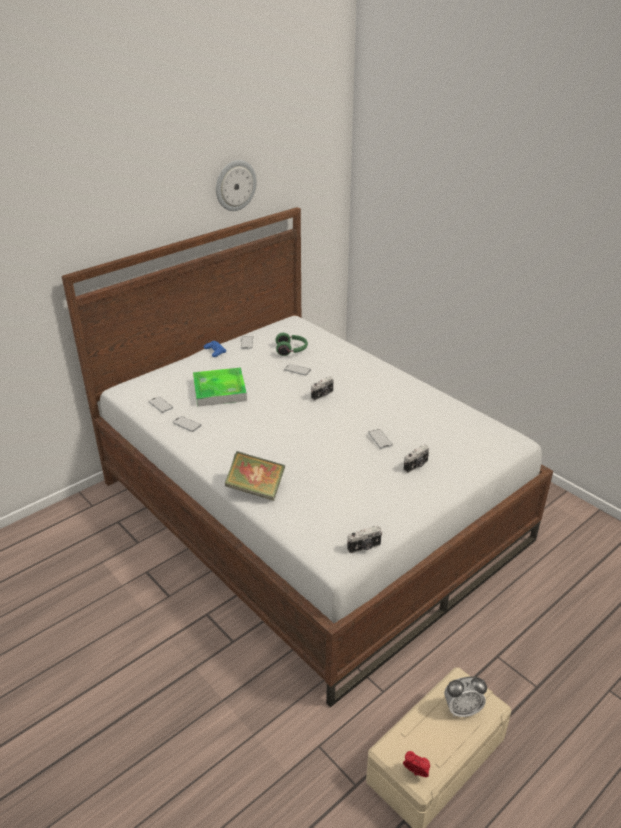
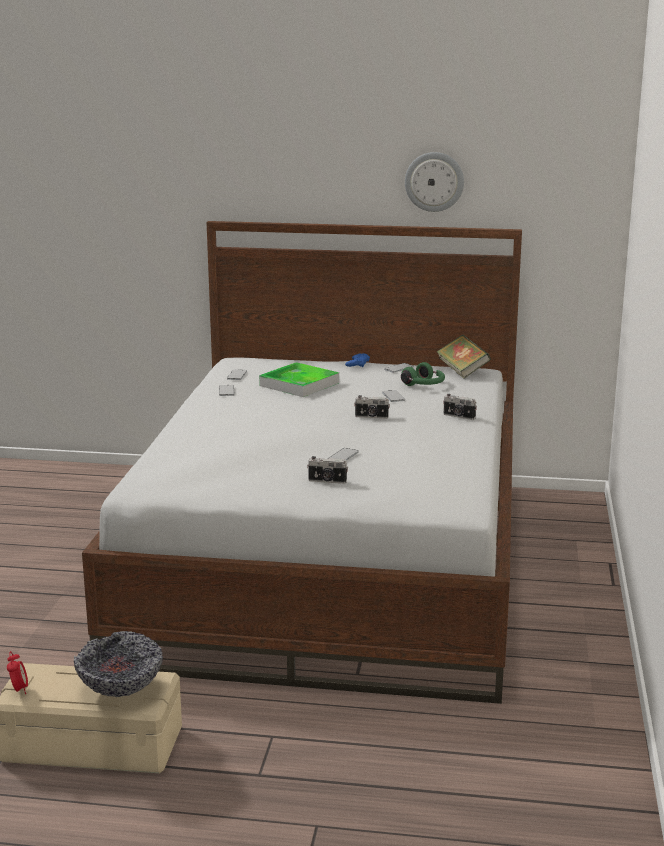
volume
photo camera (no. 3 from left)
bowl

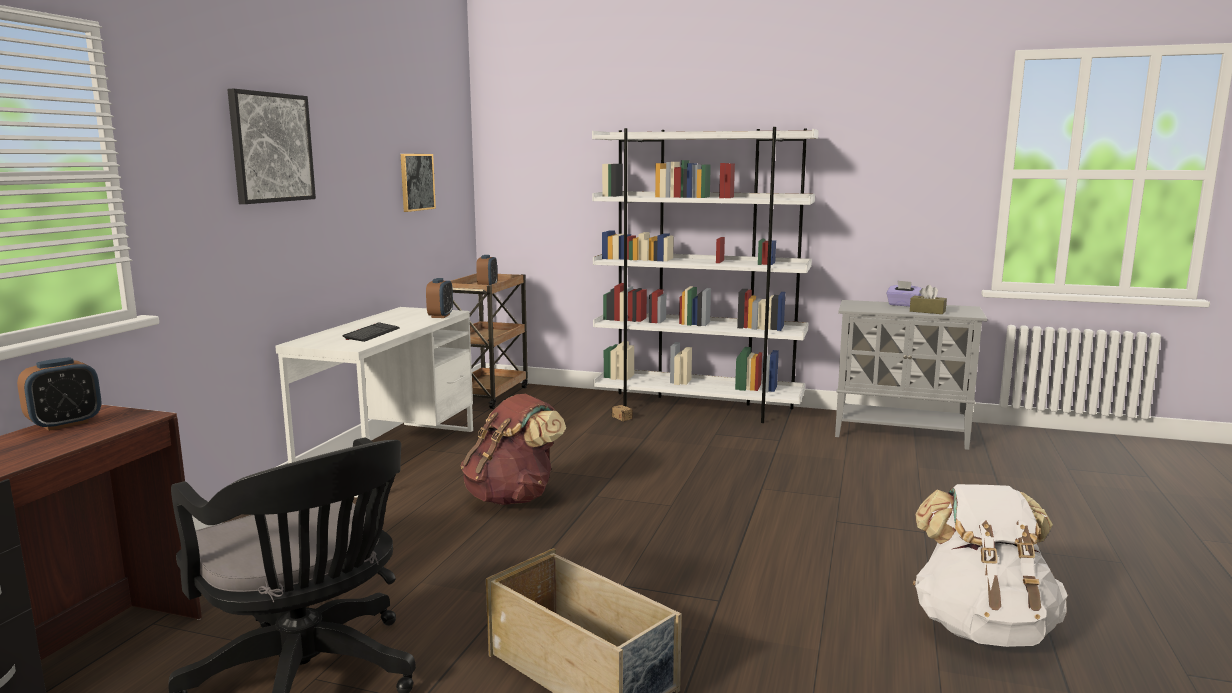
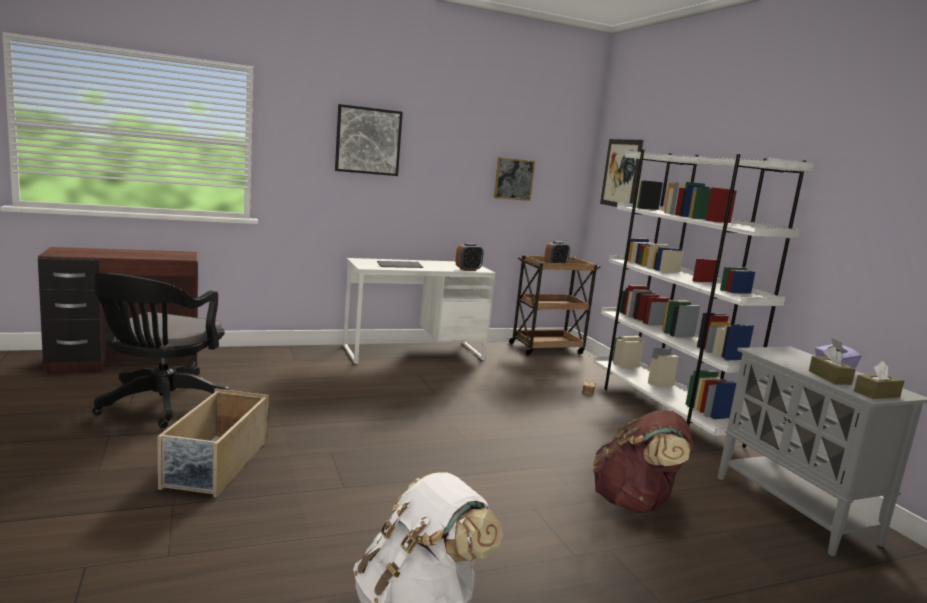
table clock (no. 1 from left in the first image)
brown-coloured backpack
wall picture (no. 3 from left)
brown-coloured tissue box (no. 2 from left)

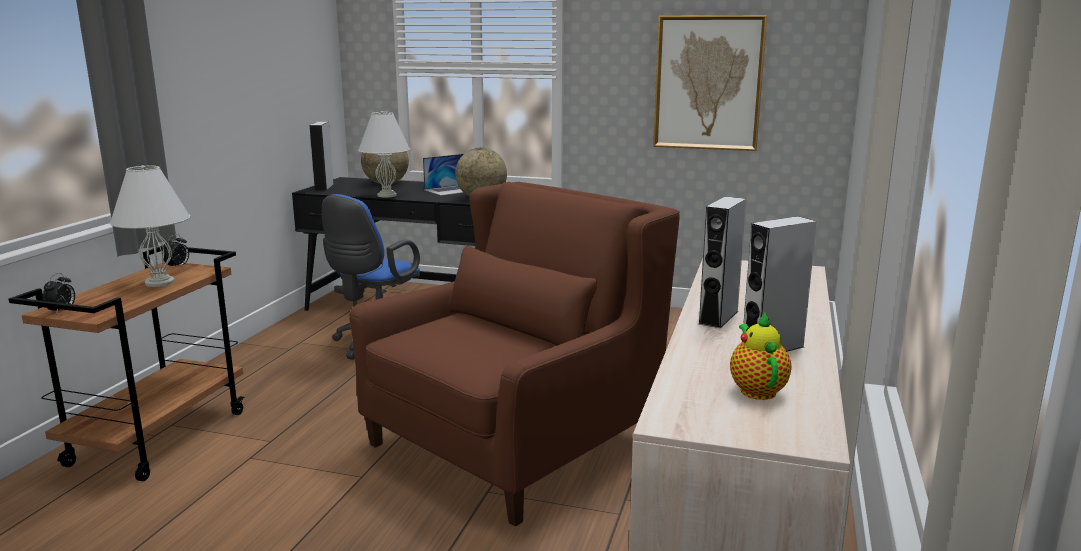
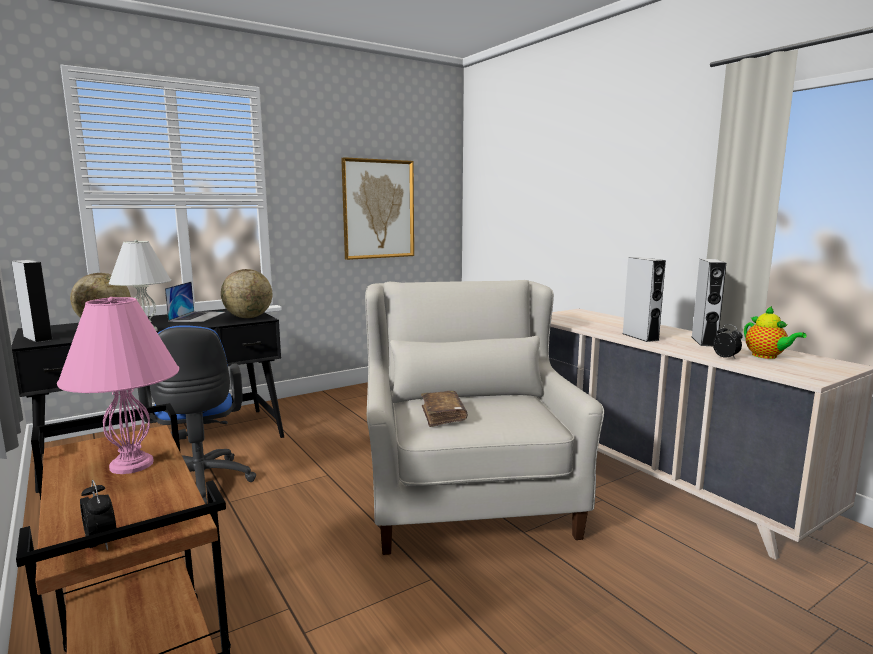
pink-coloured table lamp
white easy chair
table clock (no. 2 from left)
pot for tea
brown-coloured volume

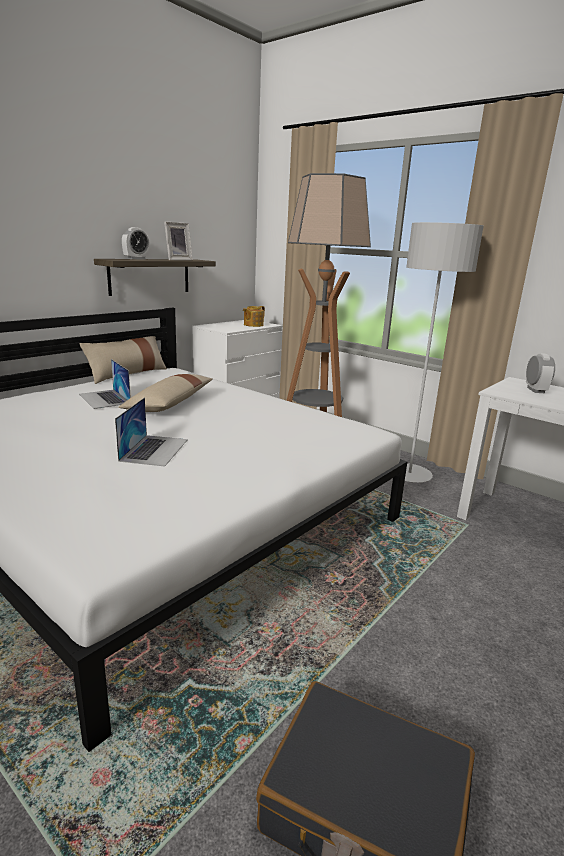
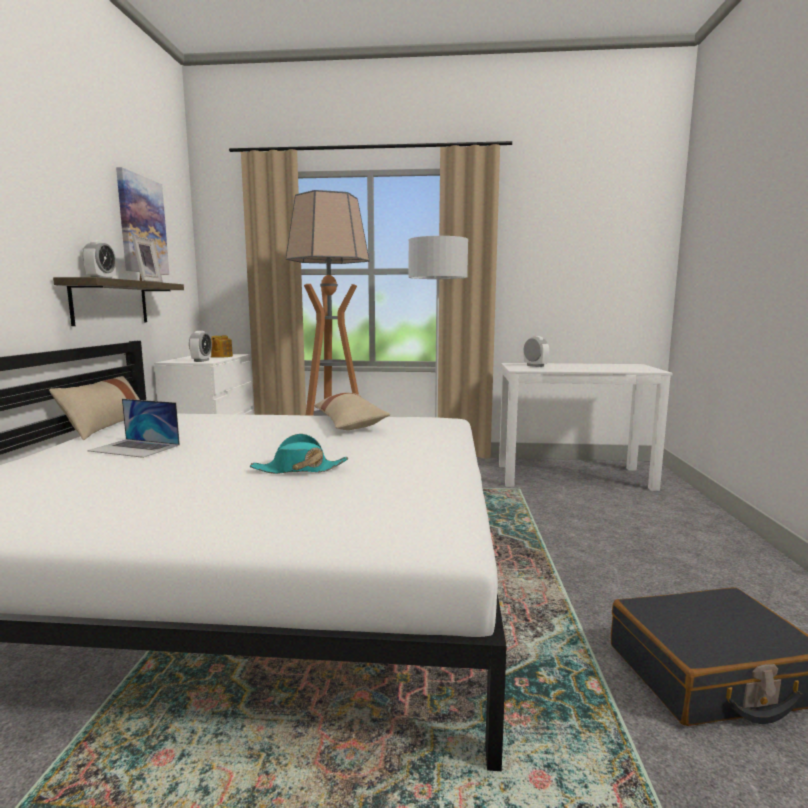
beige-coloured throw pillow (no. 2 from left)
turquoise-coloured hat
wall picture
table clock (no. 2 from left)

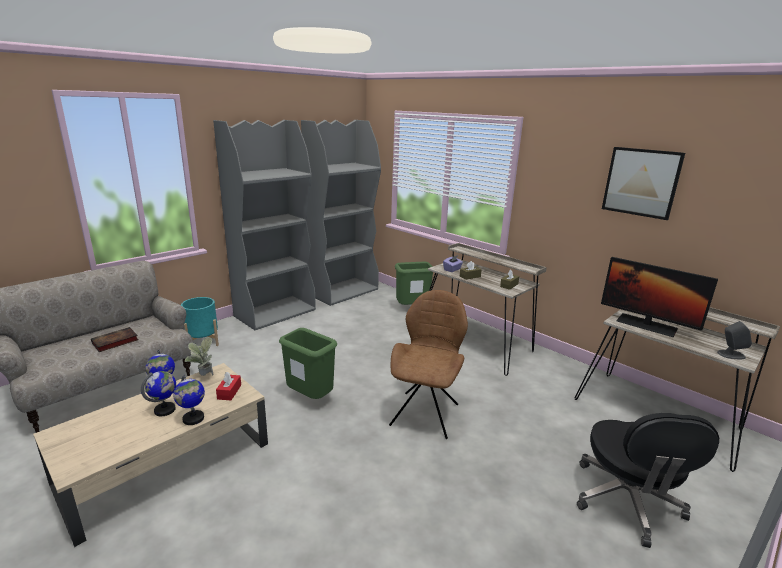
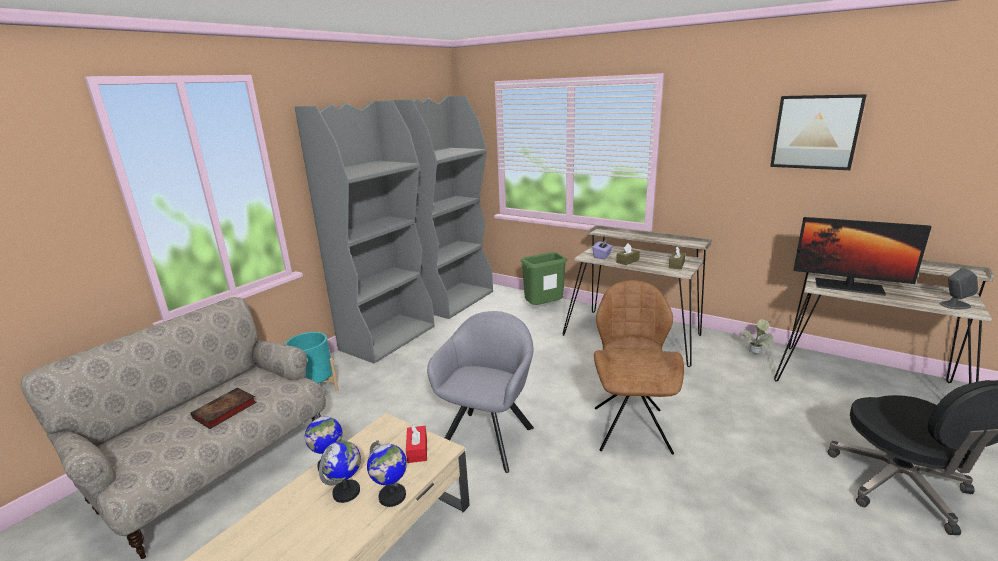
greyish easy chair
houseplant

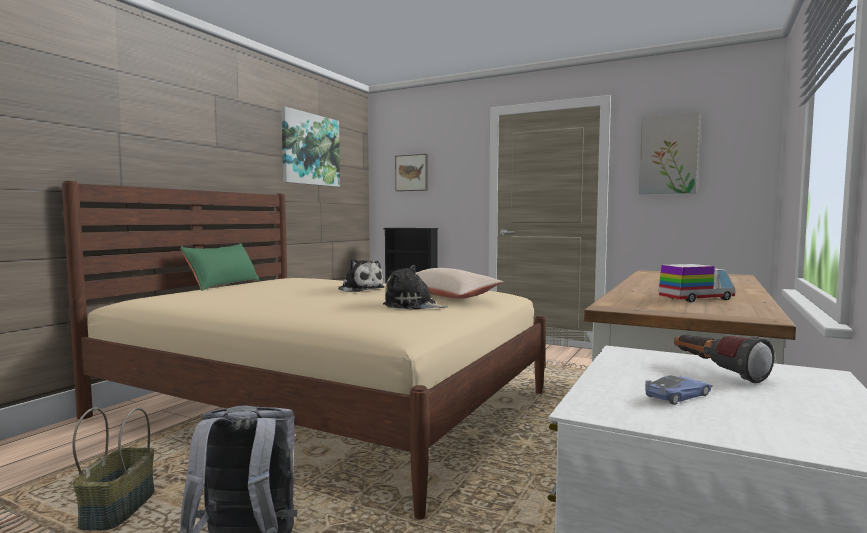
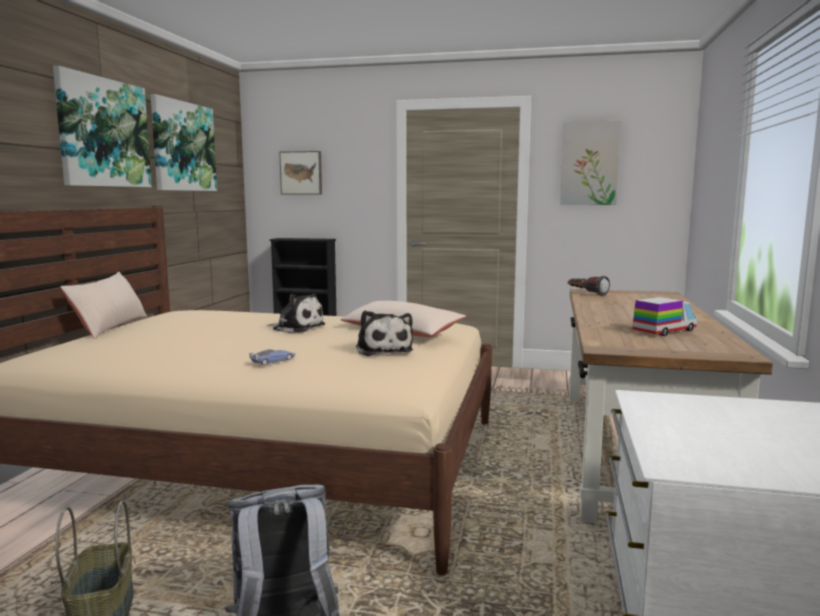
beige-coloured throw pillow (no. 1 from left)
soft toy (no. 2 from left)
hand torch
miniature car
wall picture (no. 1 from left)

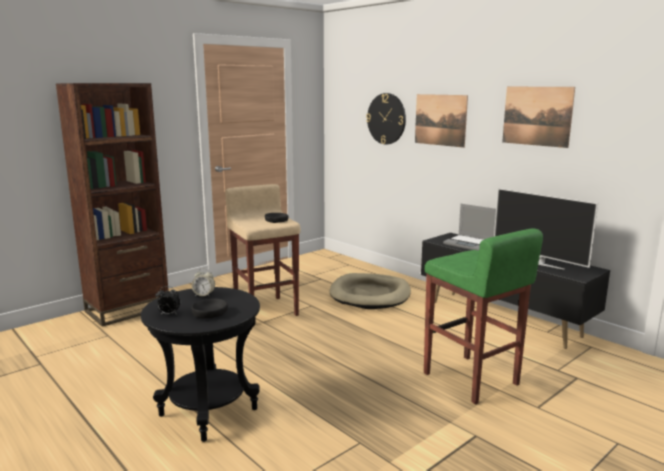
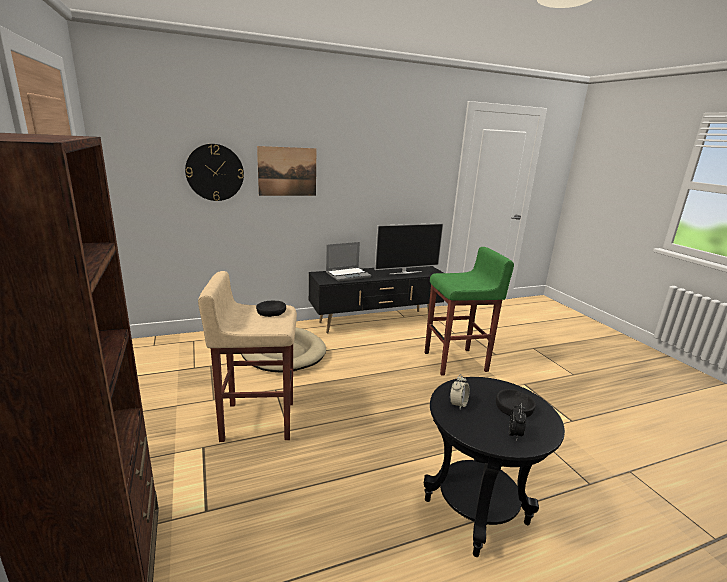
wall picture (no. 2 from left in the first image)

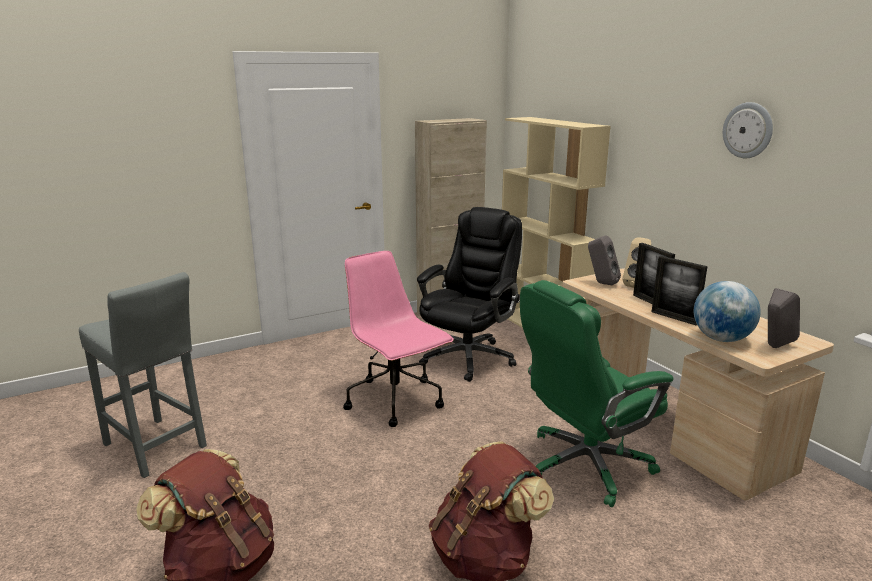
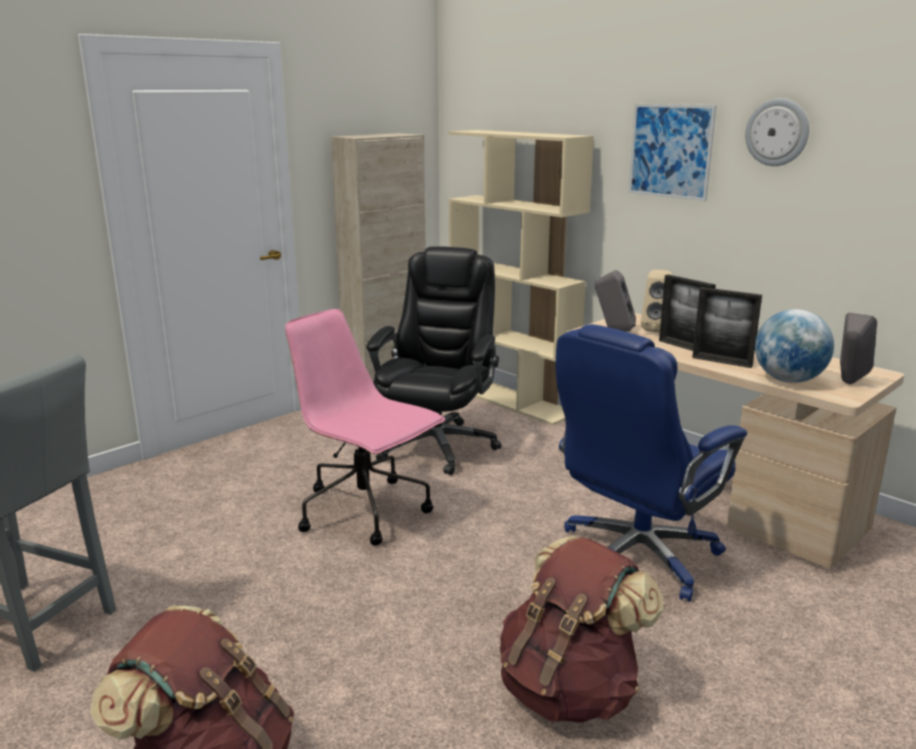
bluish desk chair
wall picture

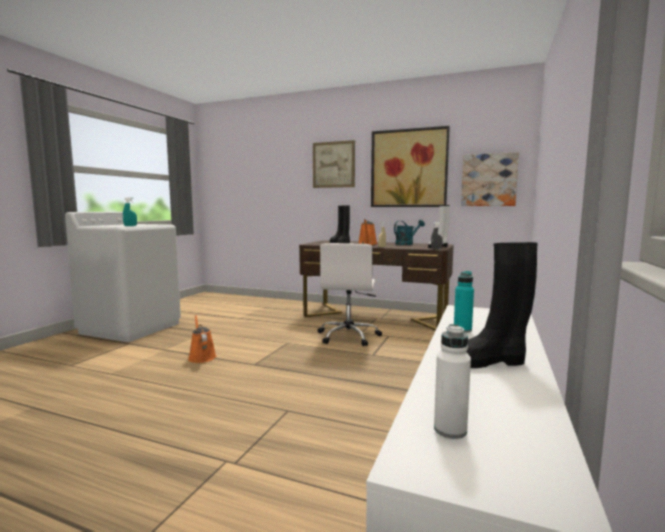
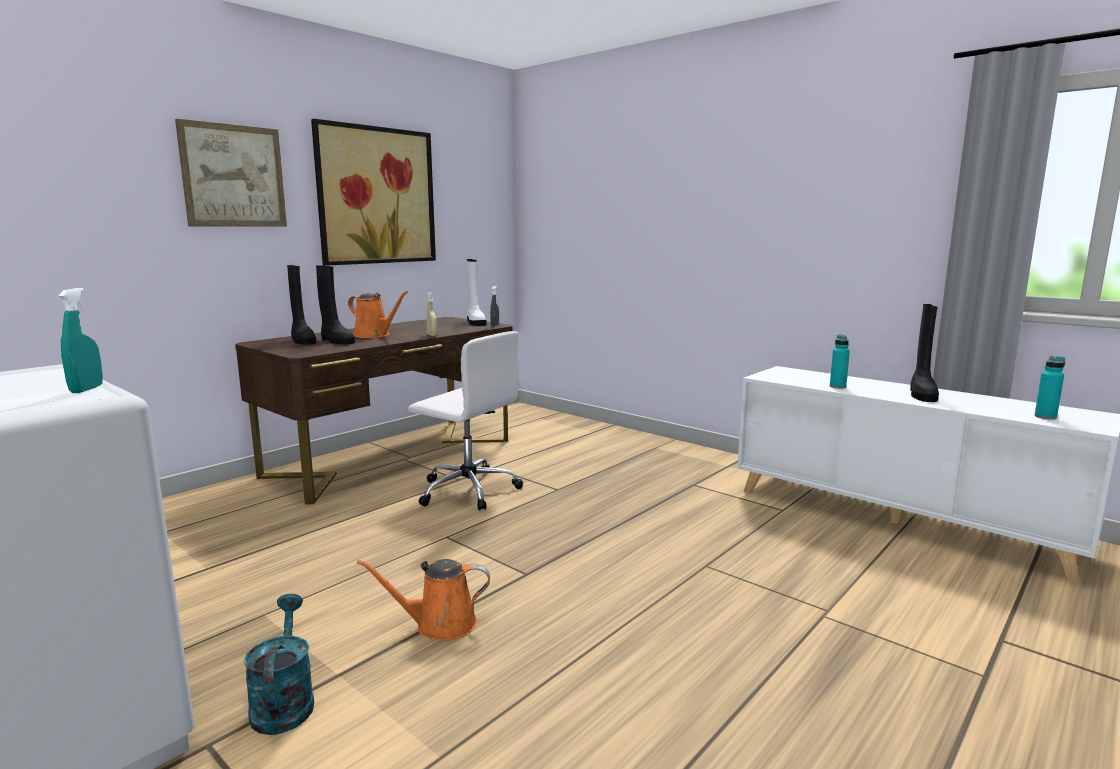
wall picture (no. 3 from left in the first image)
turquoise-coloured sprinkling can
turquoise-coloured beverage bottle (no. 2 from left)

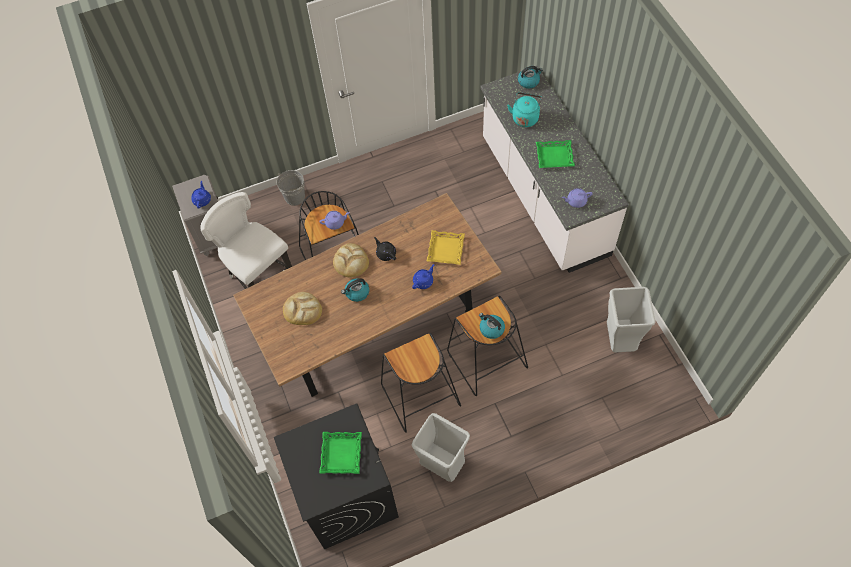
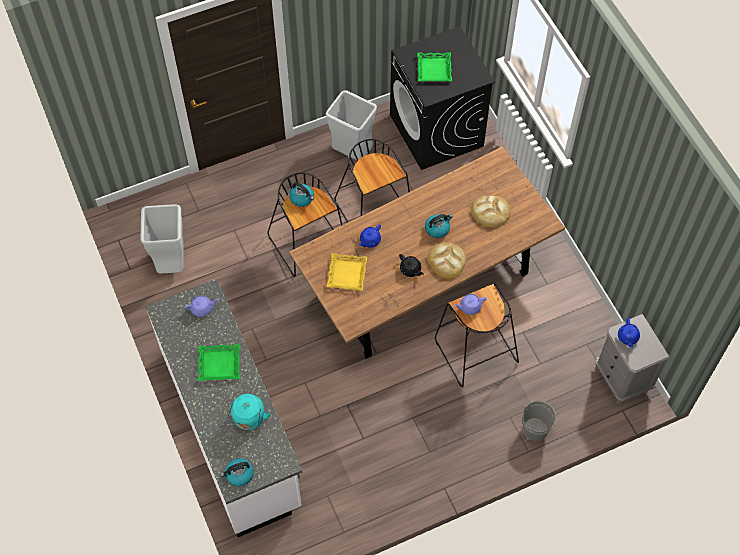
white chair

